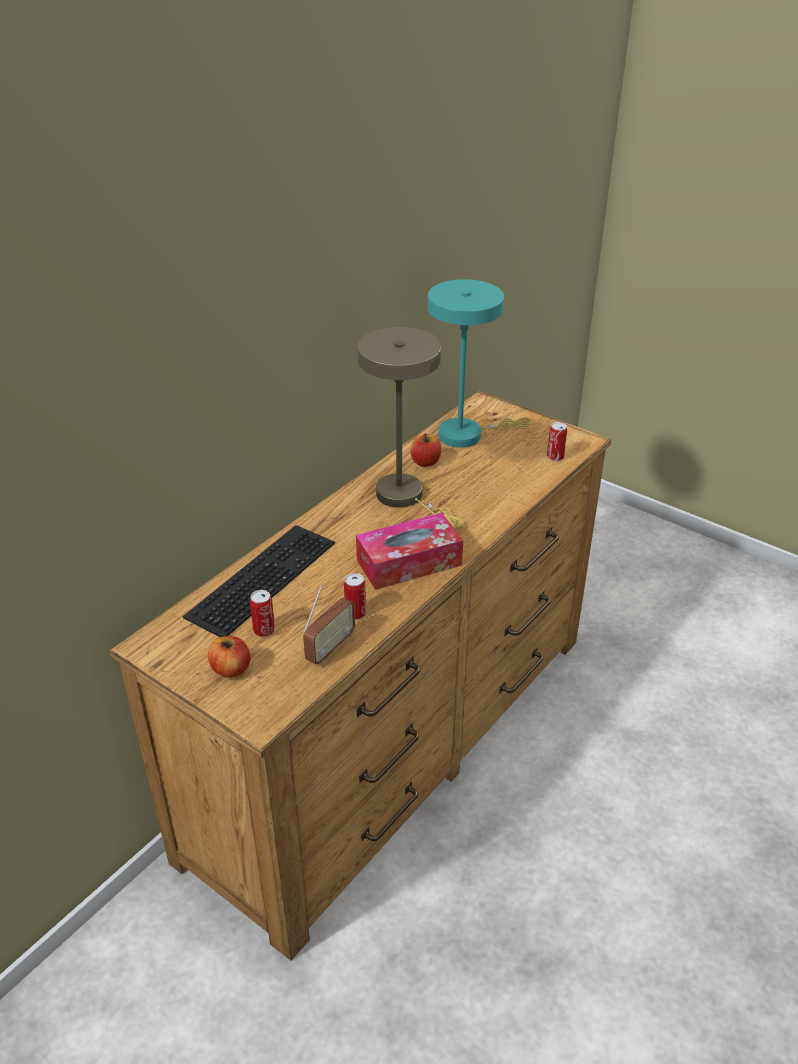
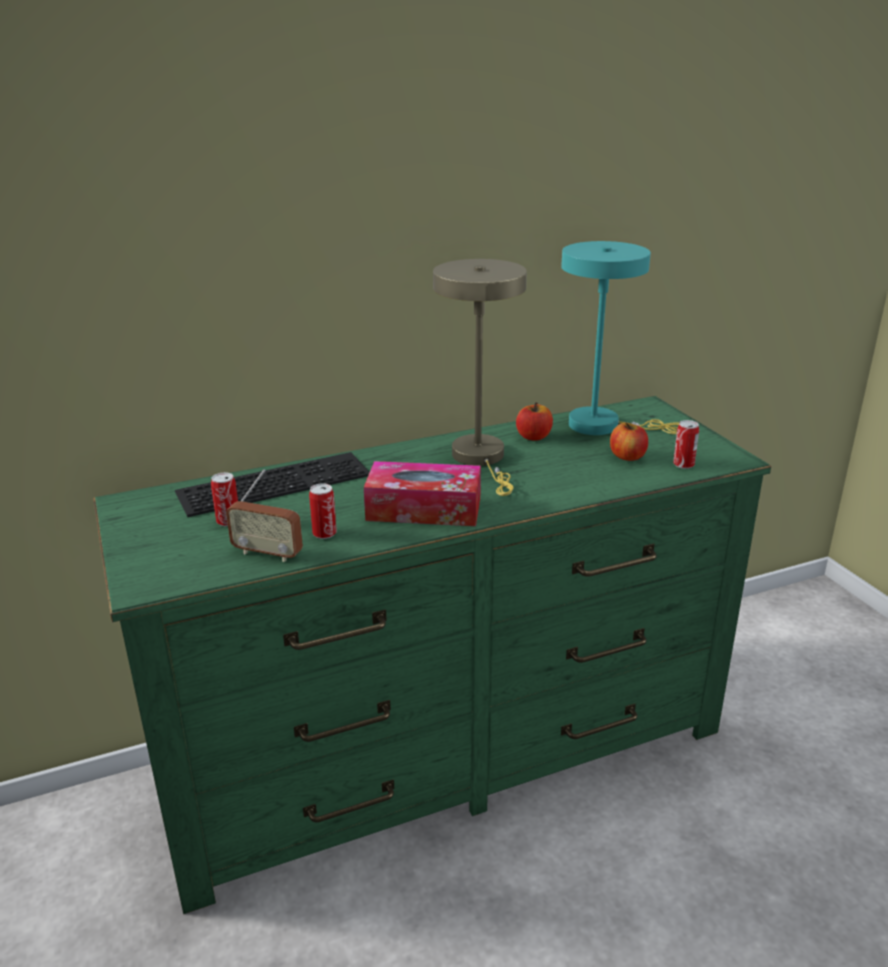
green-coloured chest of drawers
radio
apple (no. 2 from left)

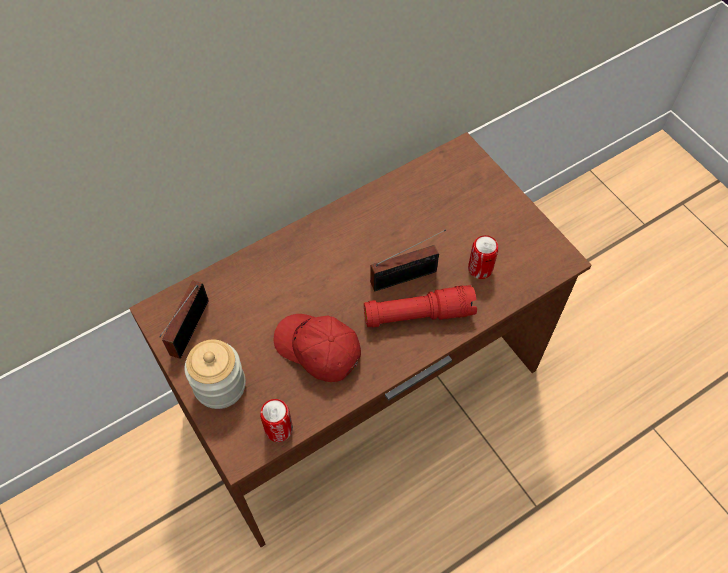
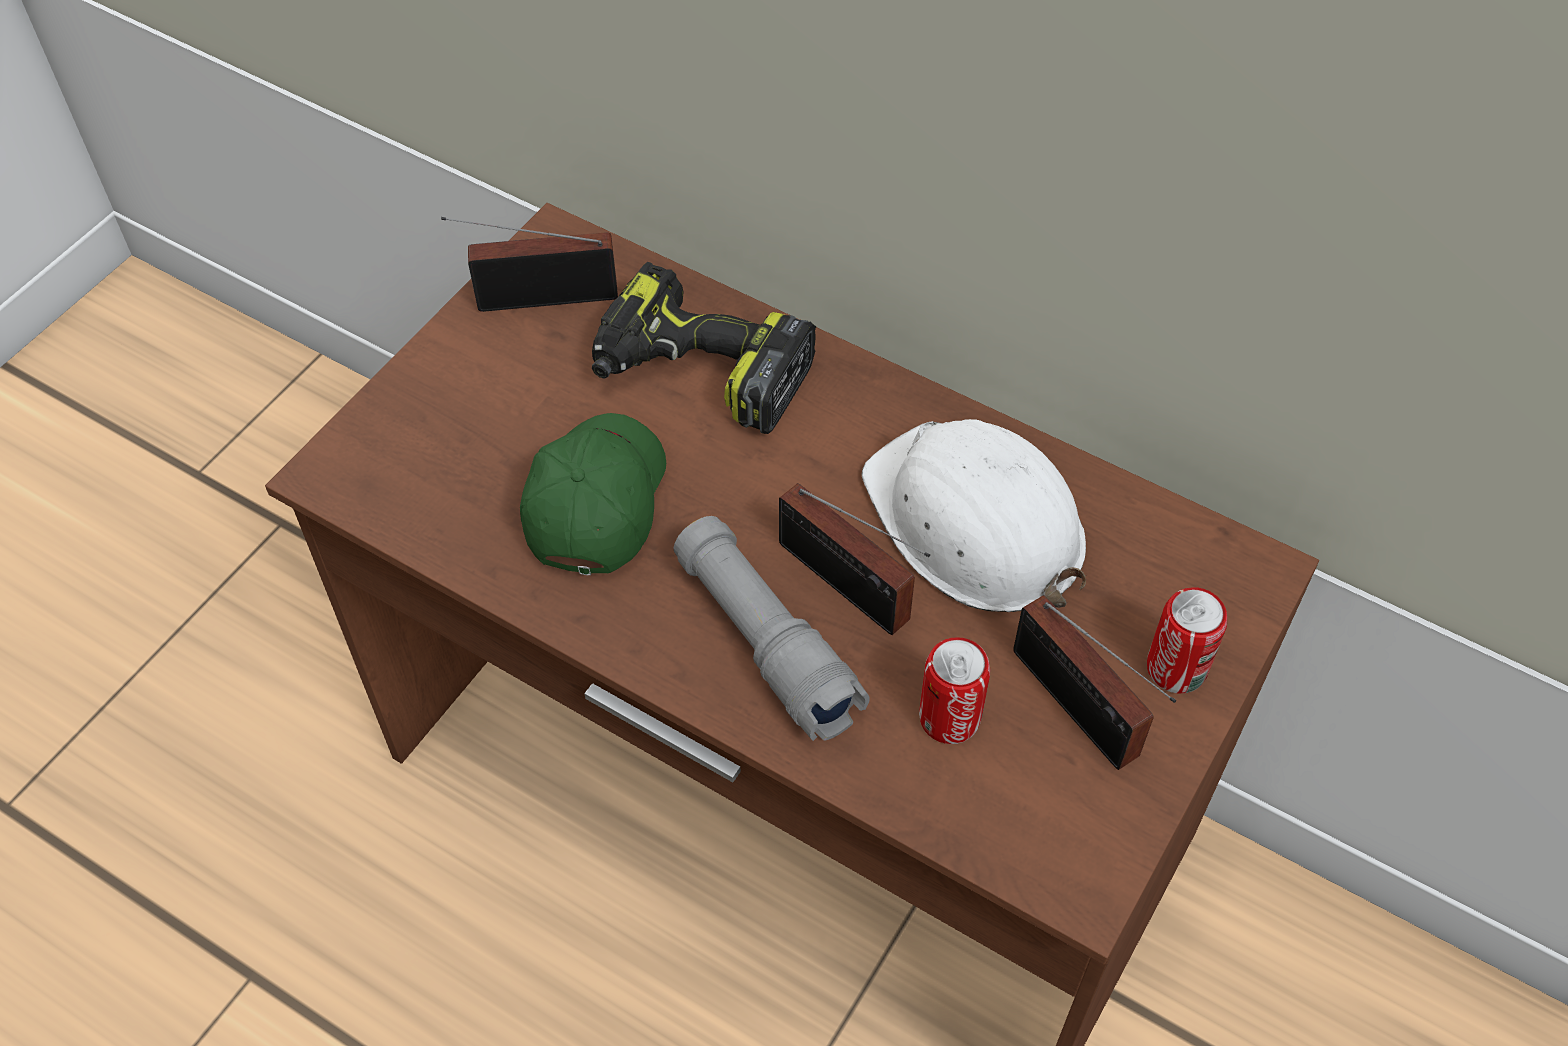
greyish hand torch
green-coloured peaked cap
storage jar
can (no. 2 from left)
power drill
white safety helmet
radio (no. 3 from left)

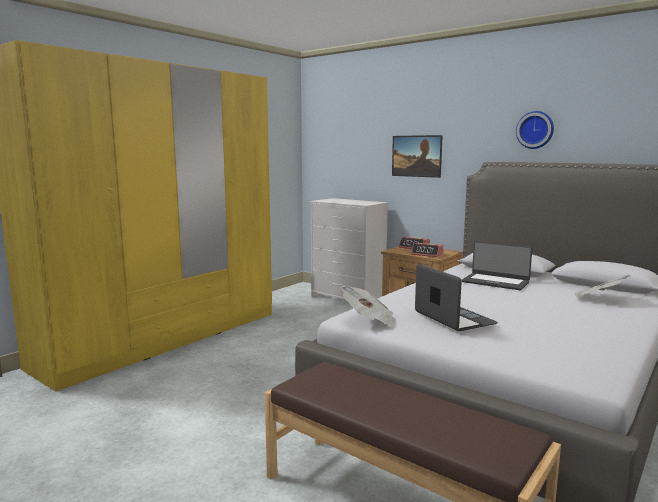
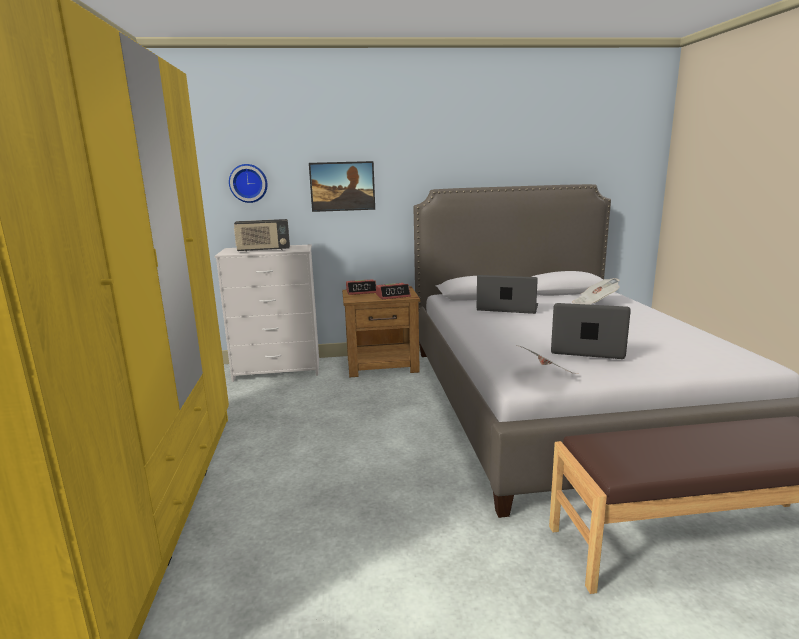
wall clock
laptop (no. 1 from left)
radio

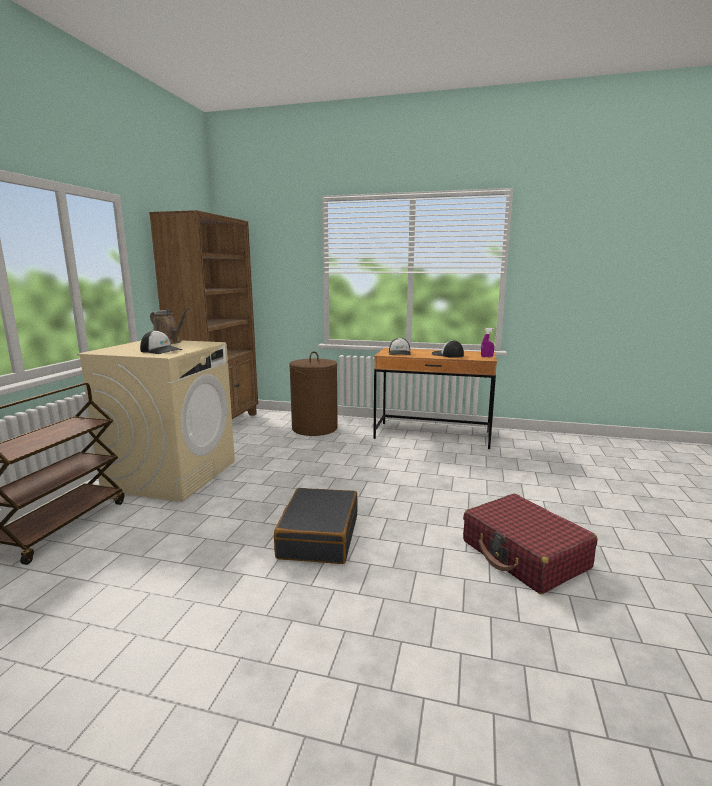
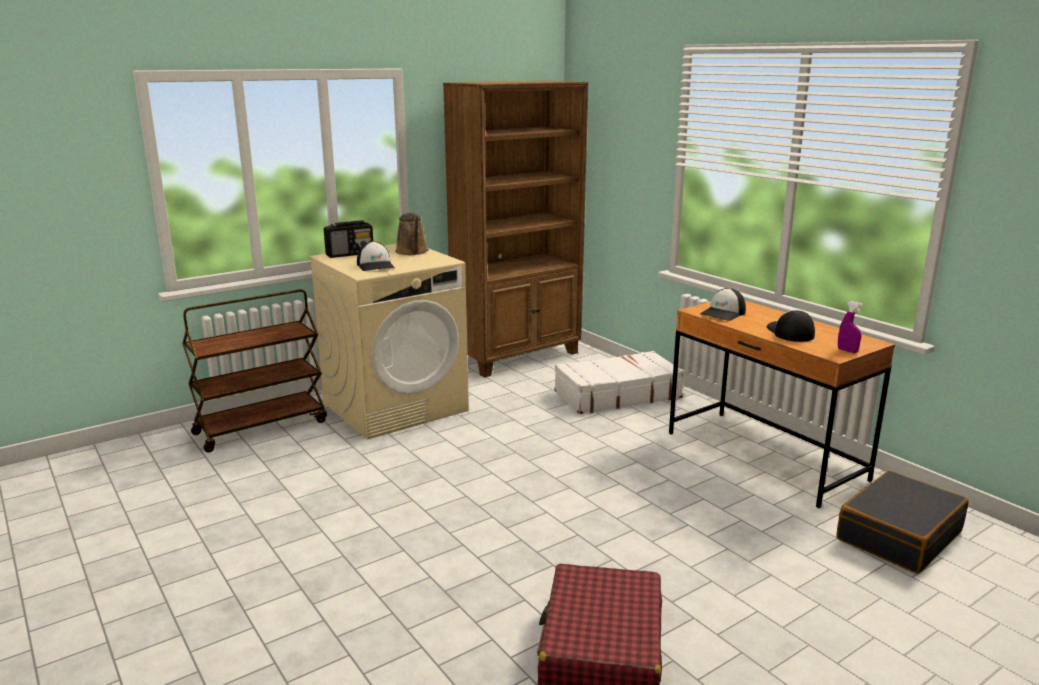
white suitcase
black-coloured suitcase
radio

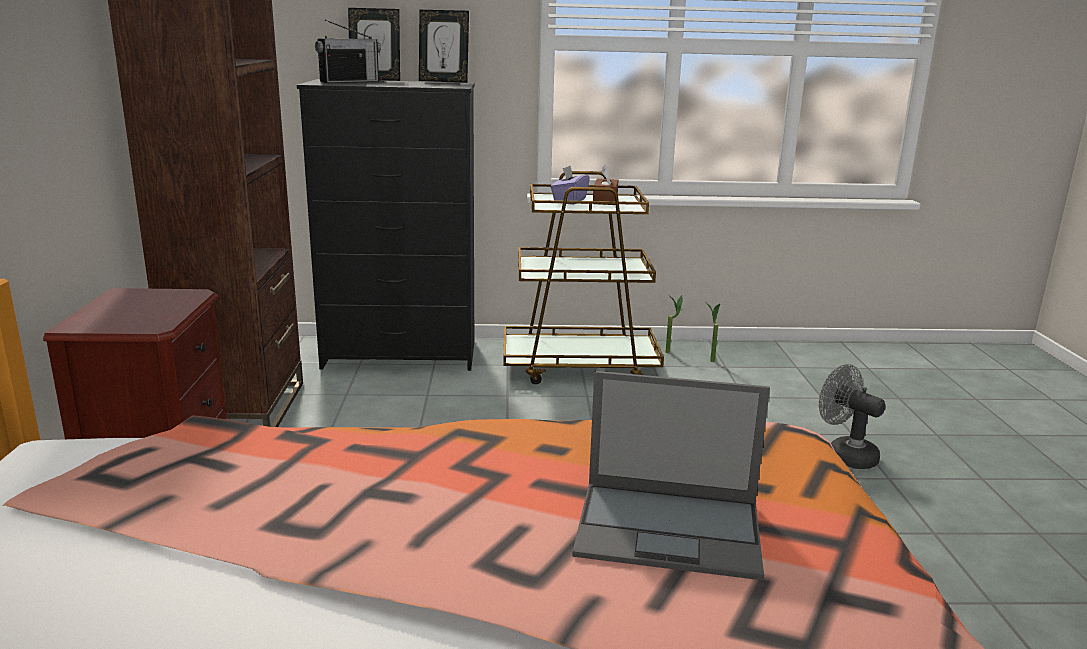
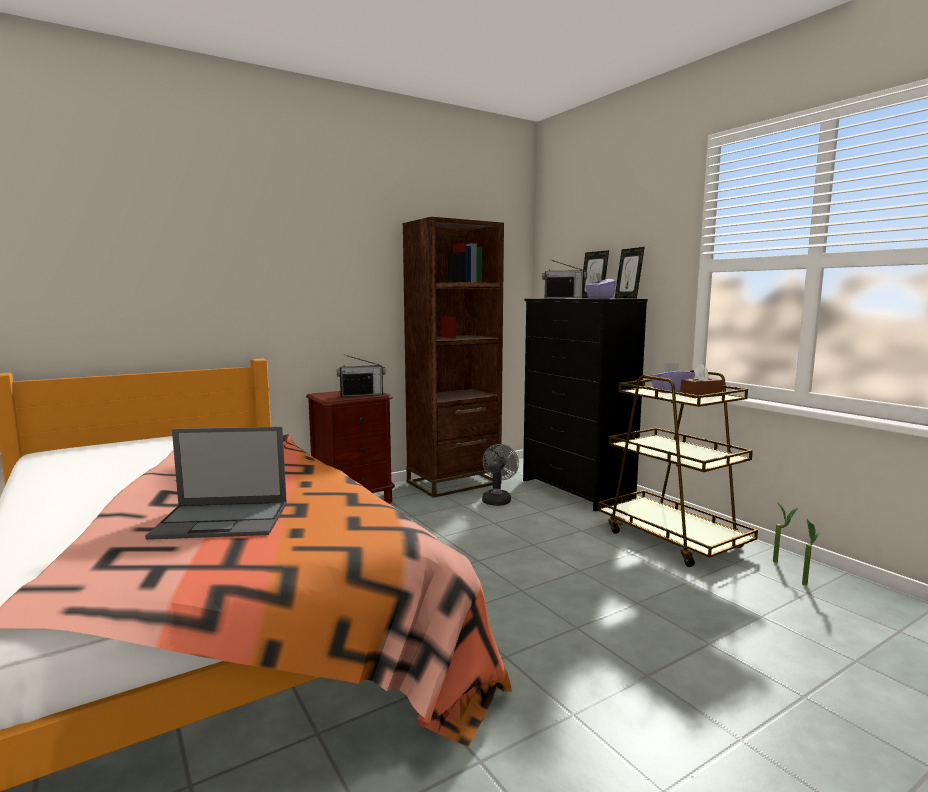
greyish electric fan
laptop
purplish tissue box (no. 1 from left)
radio (no. 1 from left)

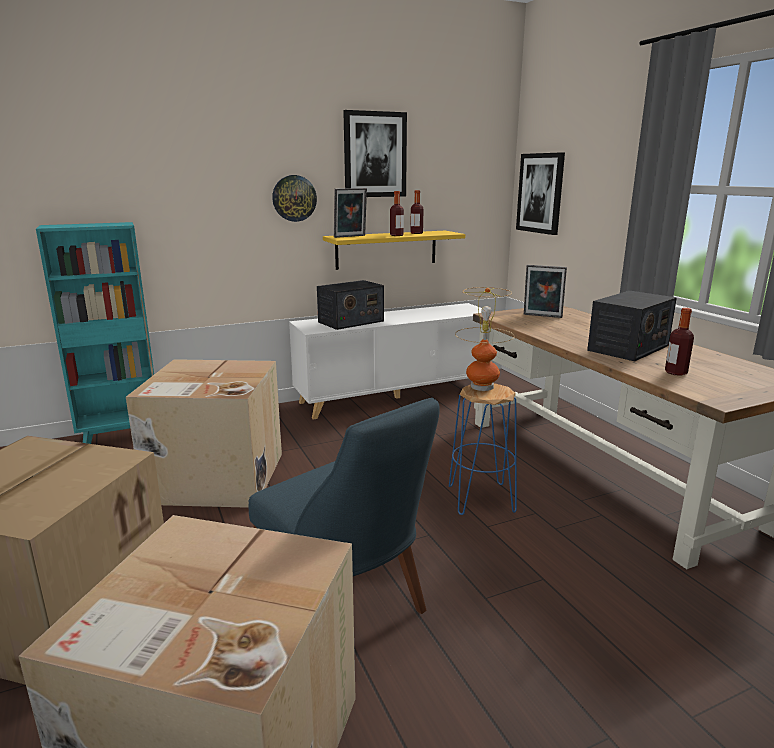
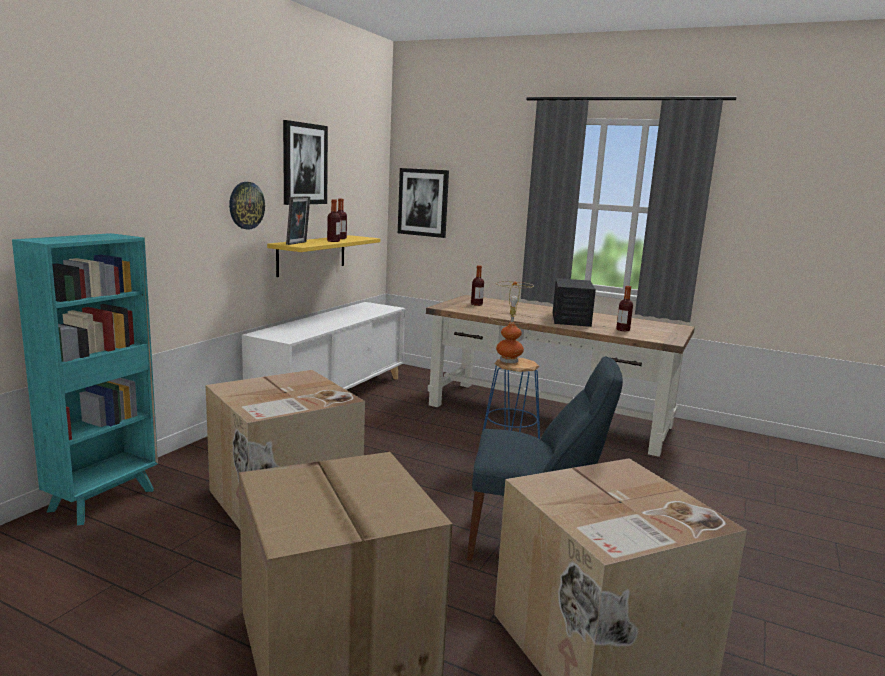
beverage bottle (no. 3 from left)
radio (no. 1 from left in the first image)

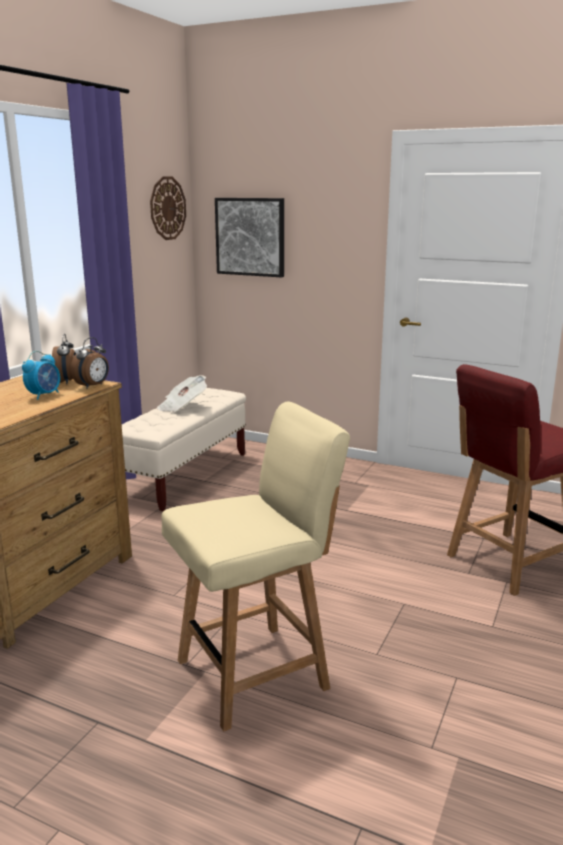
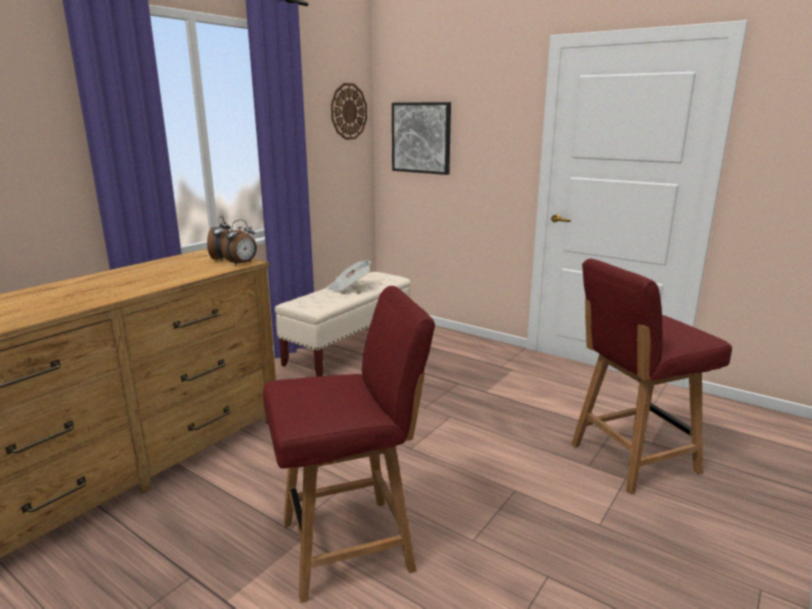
table clock (no. 1 from left in the first image)
reddish chair (no. 1 from left)

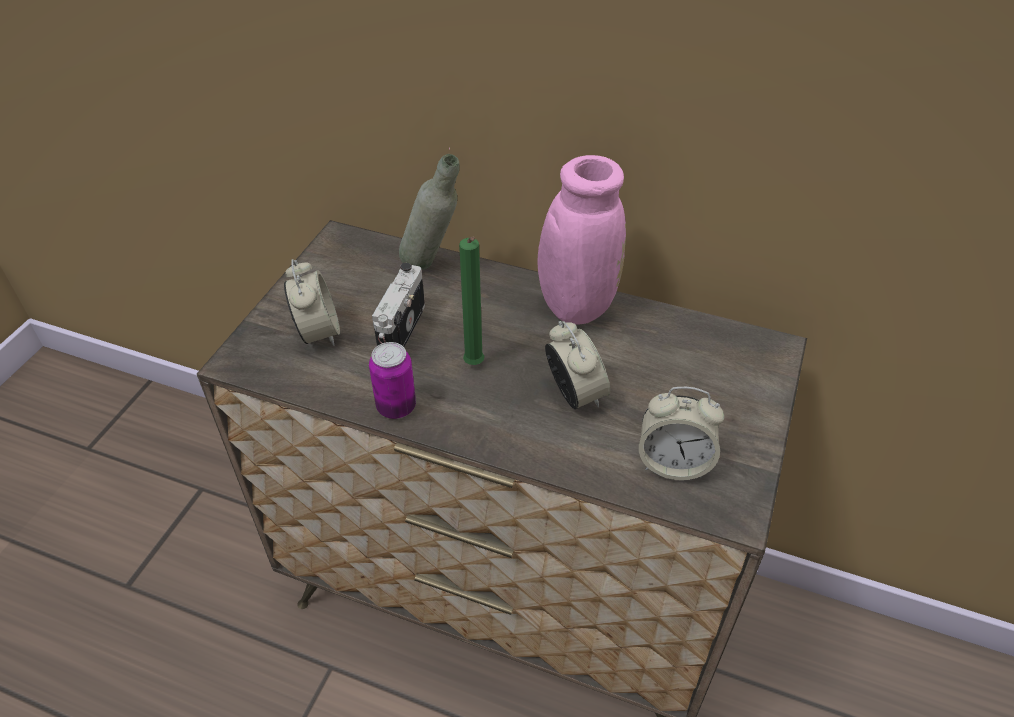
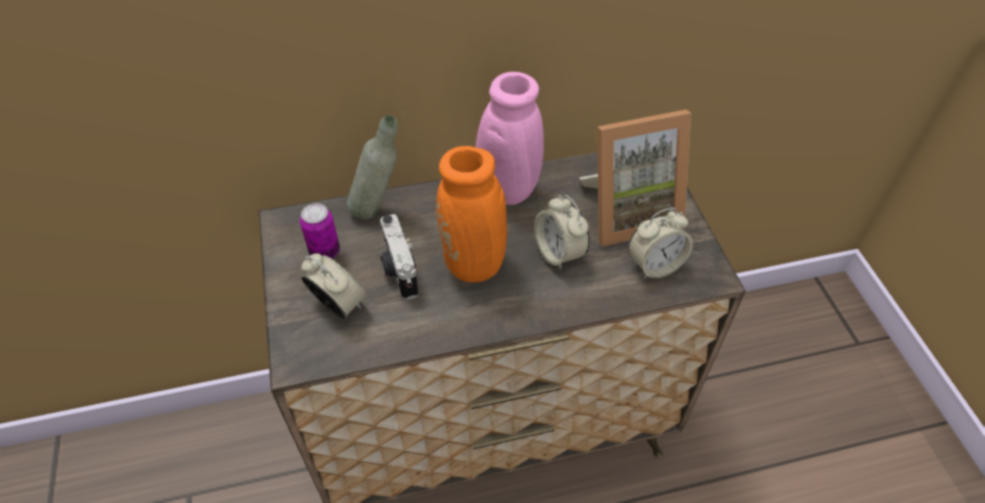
orange decorative vase
table clock (no. 2 from left)
can
standing frame

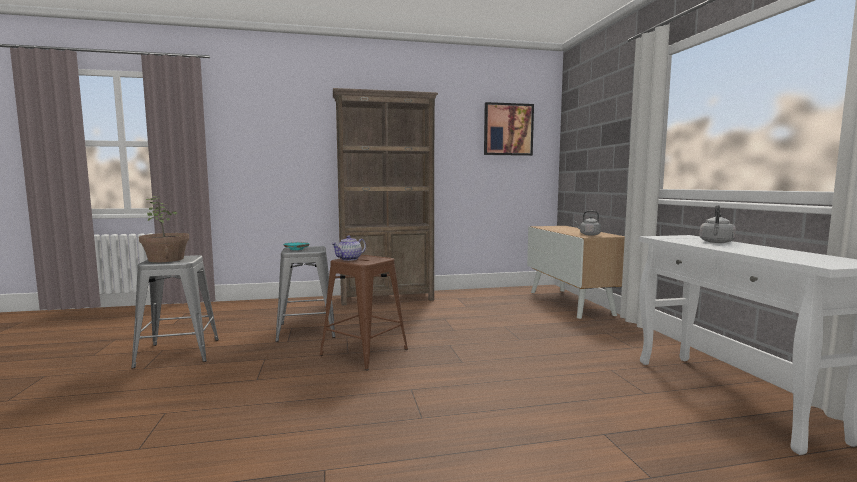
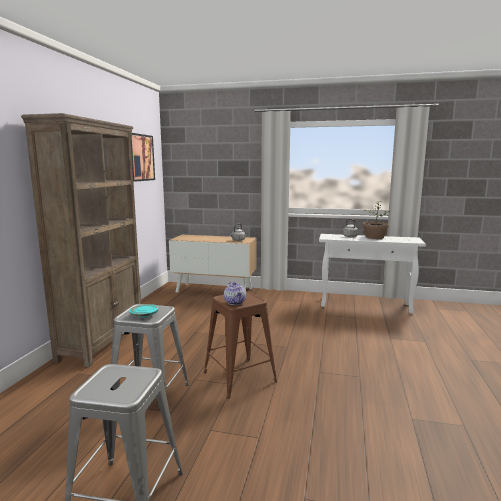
houseplant

